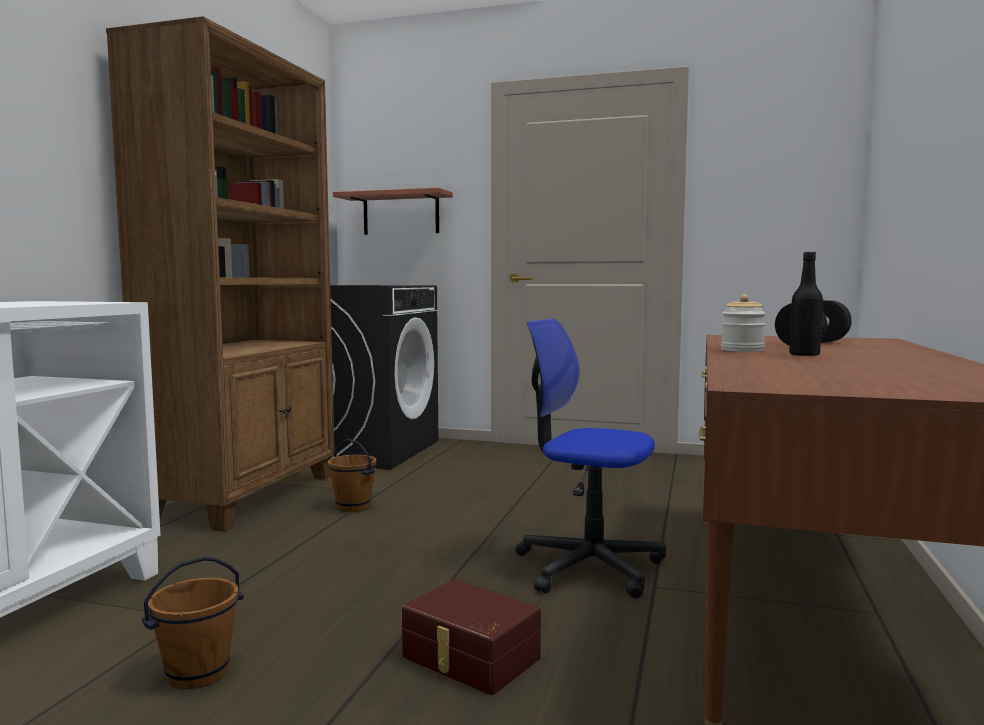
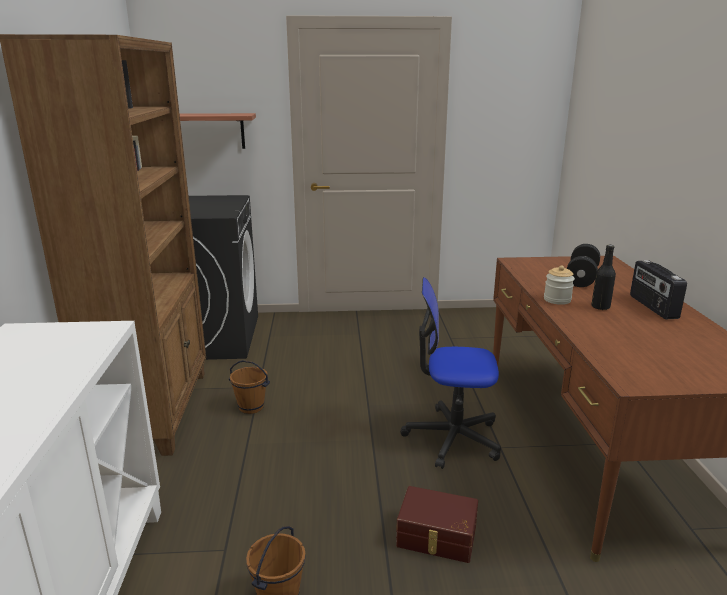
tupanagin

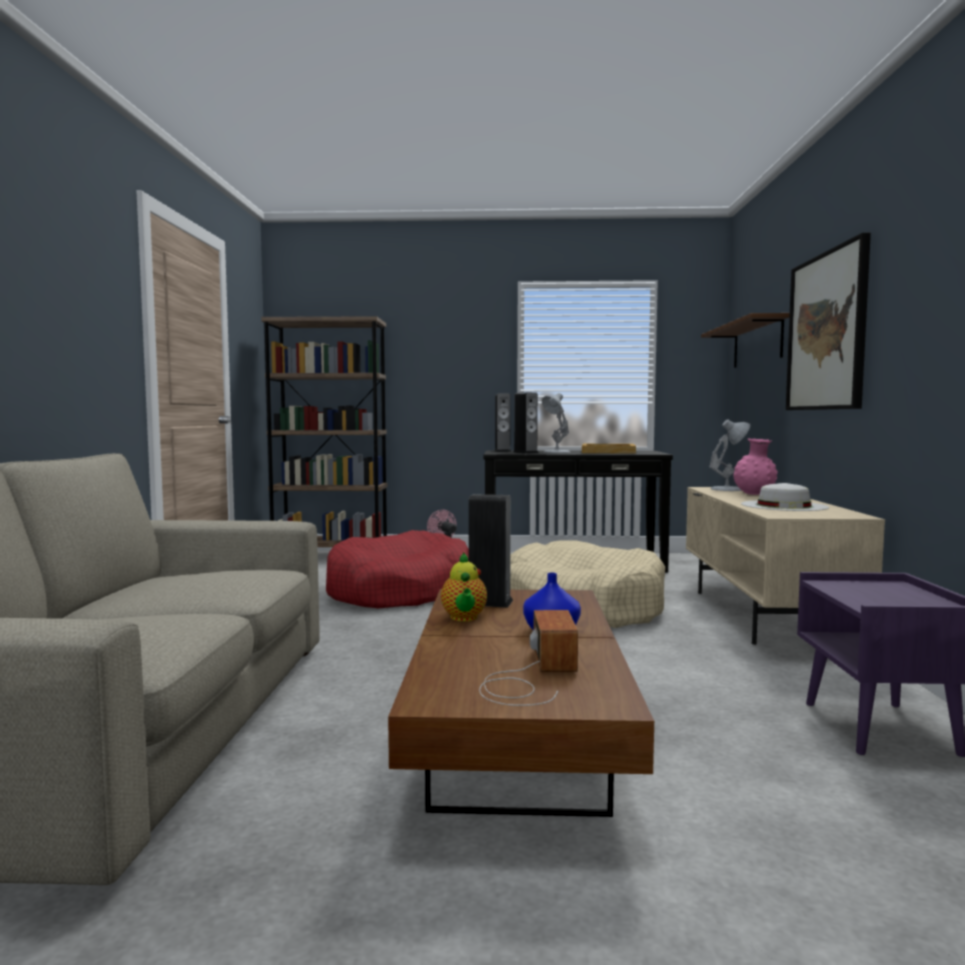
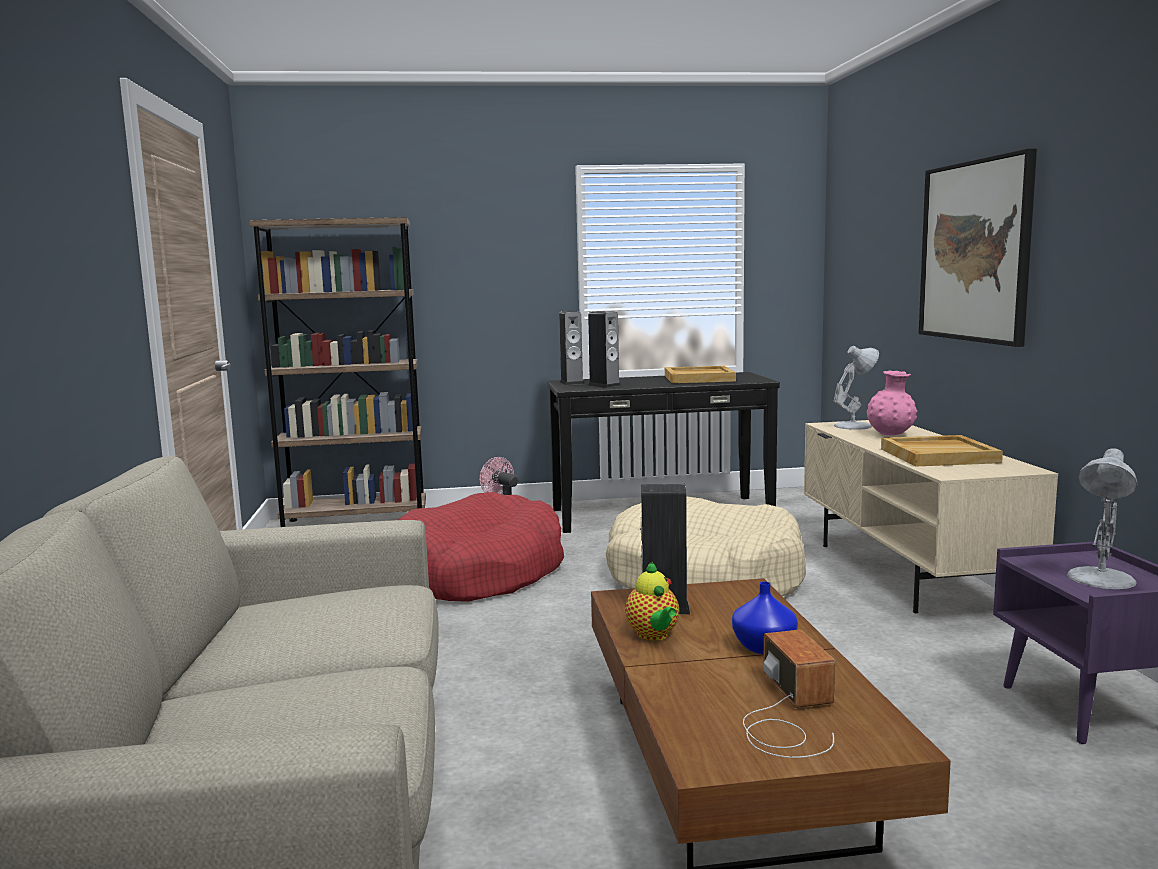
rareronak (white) (no. 2 from left); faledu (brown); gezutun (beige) (no. 2 from left)

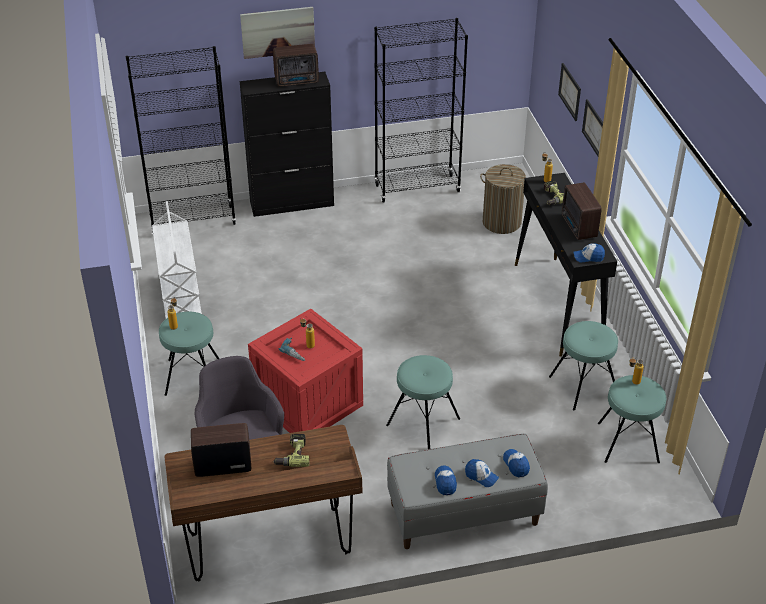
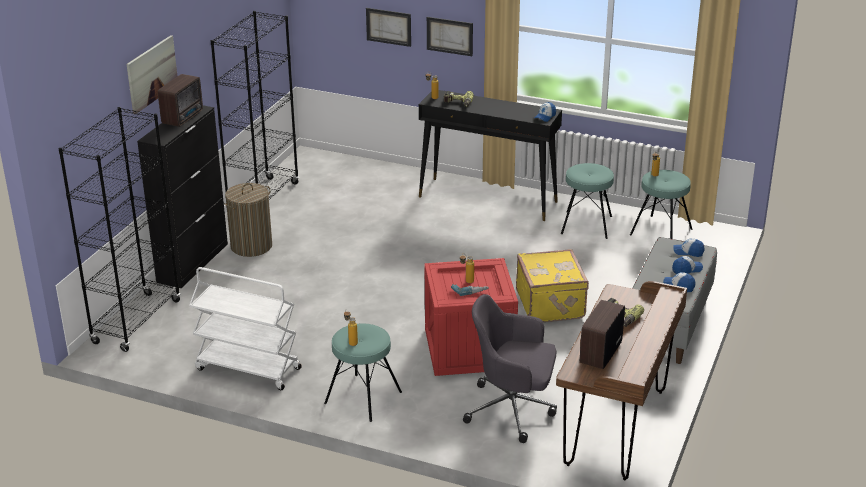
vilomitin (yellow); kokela; tupanagin (no. 3 from left in the first image)

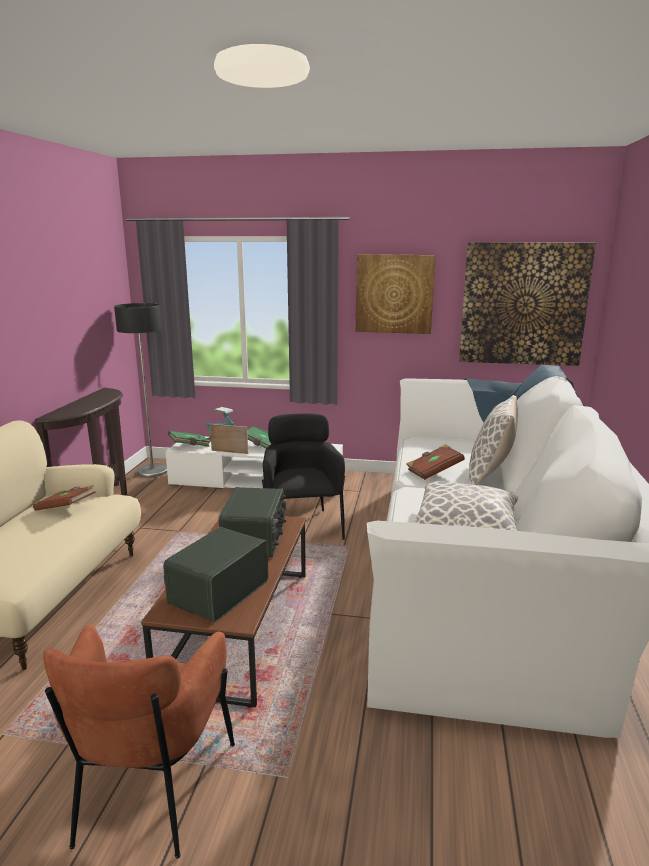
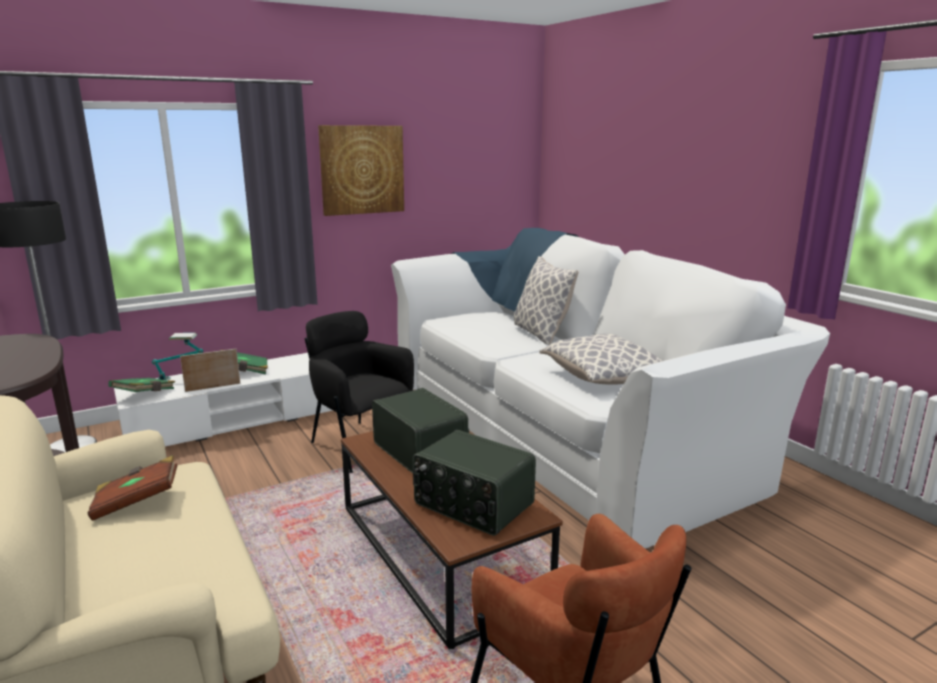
tupanagin (no. 2 from left); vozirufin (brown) (no. 2 from left in the first image); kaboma (no. 2 from left in the first image)

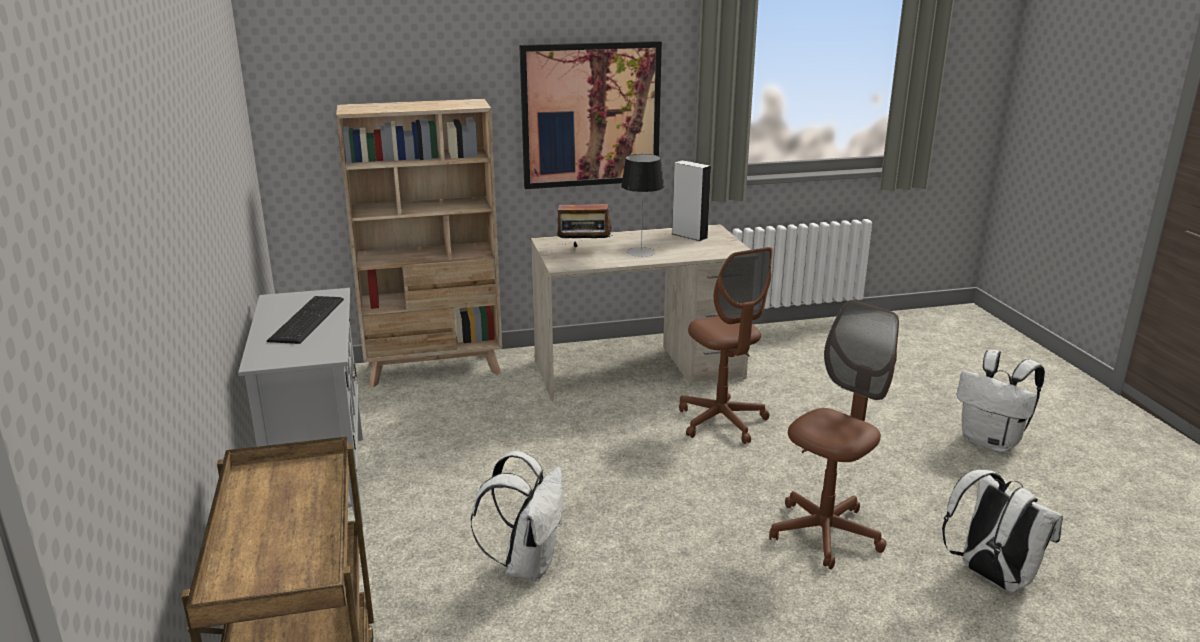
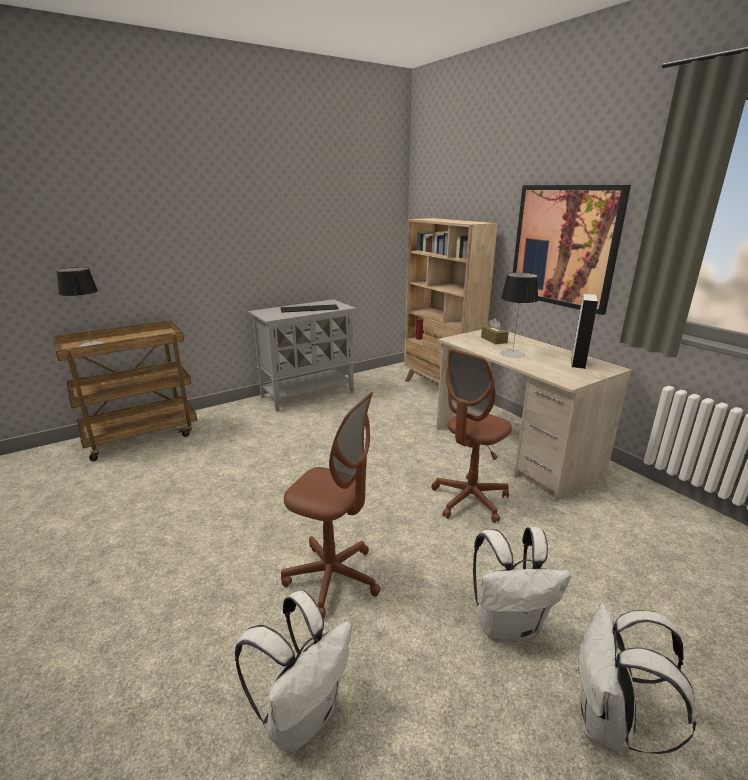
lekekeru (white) (no. 2 from left); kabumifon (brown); rareronak (no. 1 from left)

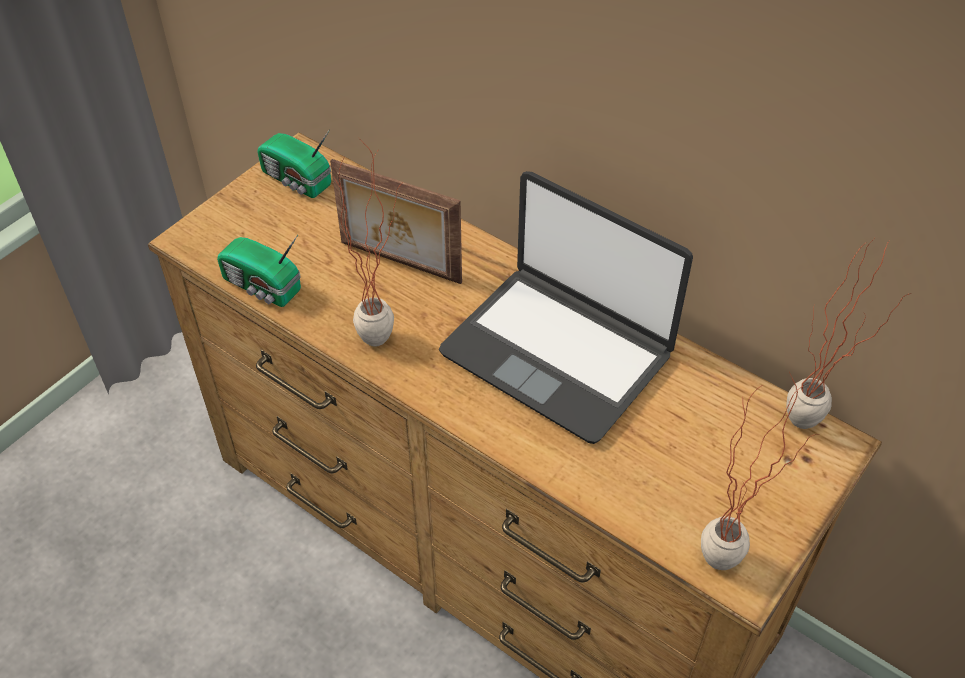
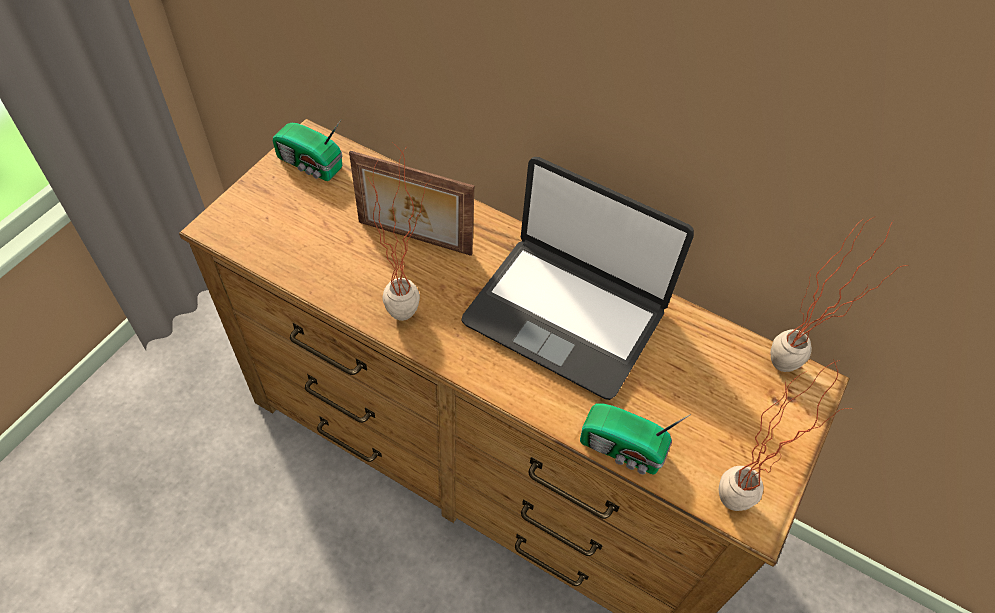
tupanagin (no. 2 from left)

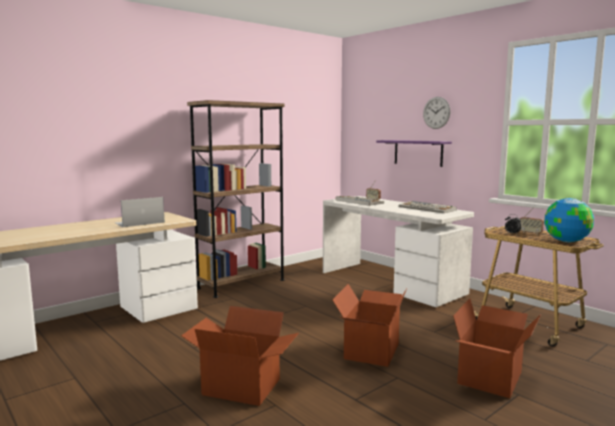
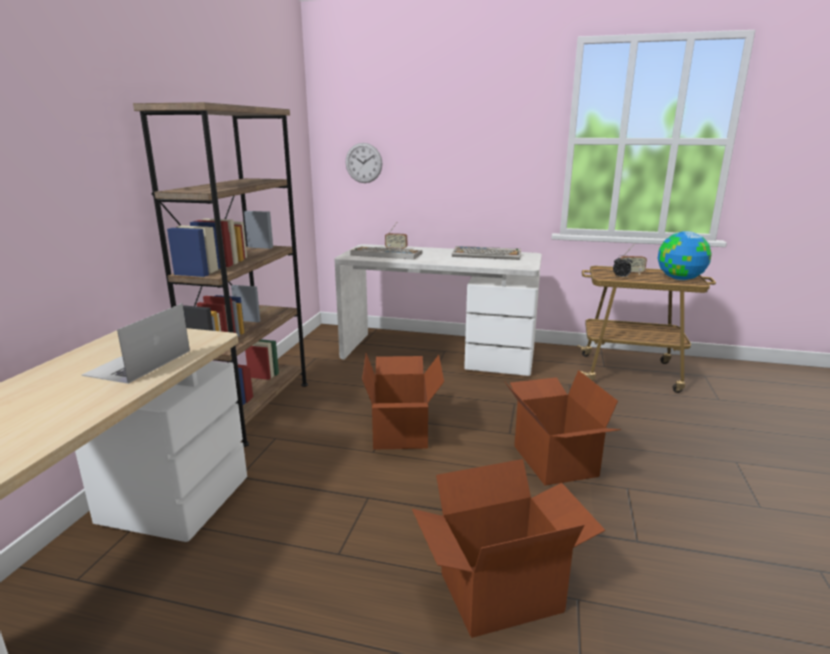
faledu (purple); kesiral; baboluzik (no. 1 from left)

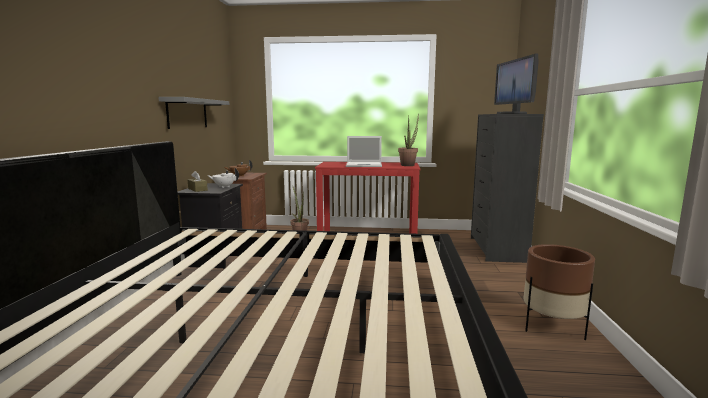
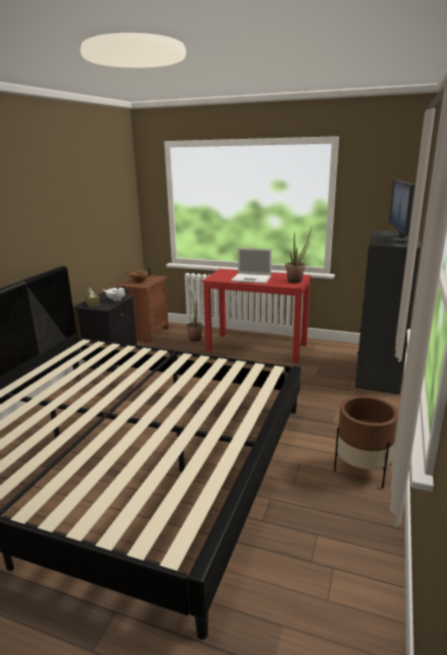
faledu (grey)

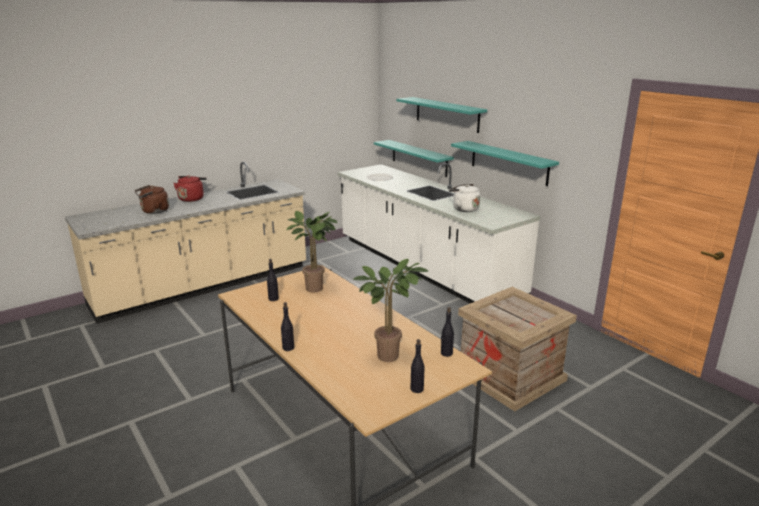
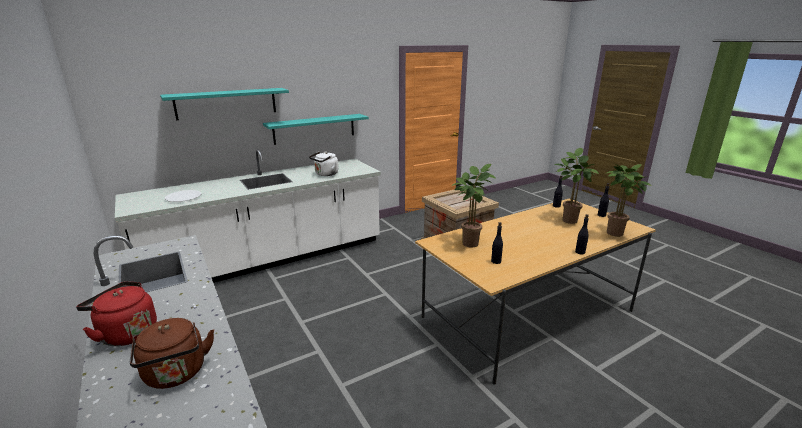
faledu (turquoise) (no. 1 from left in the first image); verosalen (no. 3 from left)

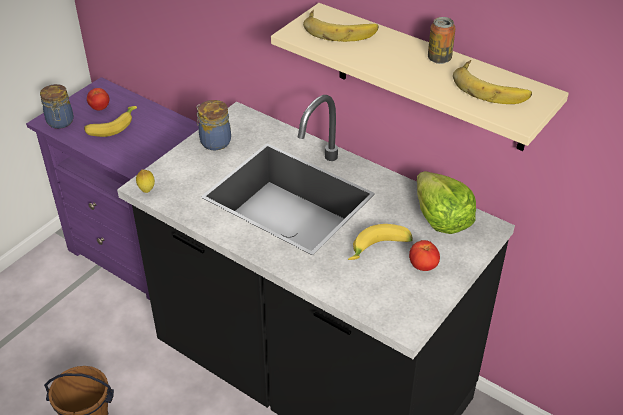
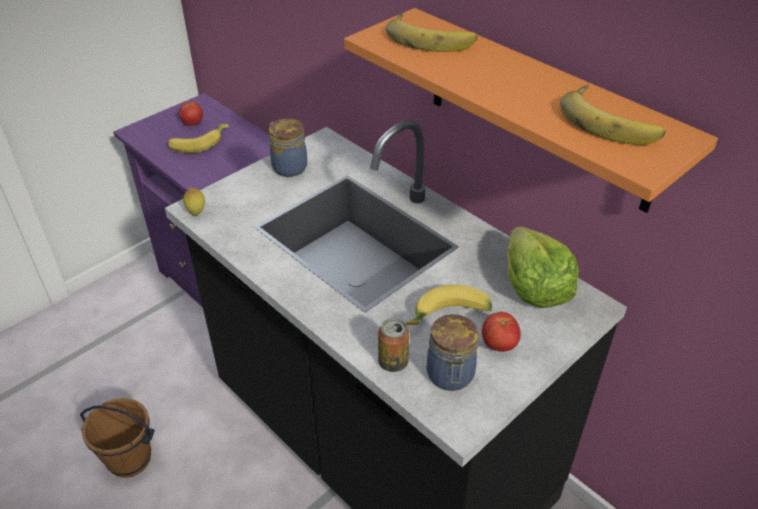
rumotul (no. 2 from left); faledu (orange); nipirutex

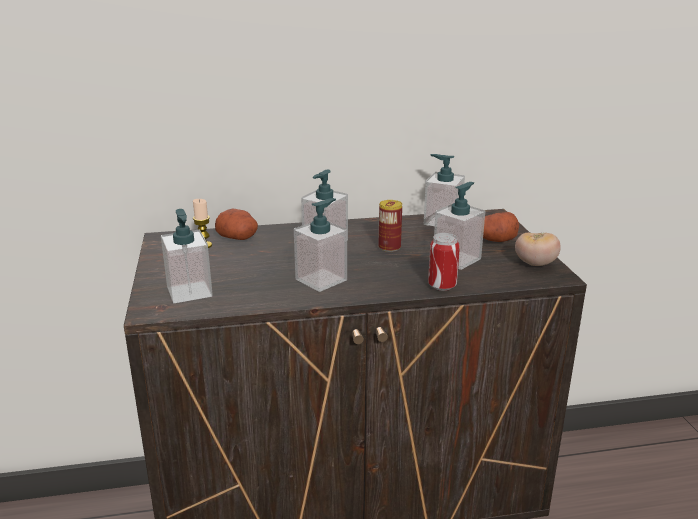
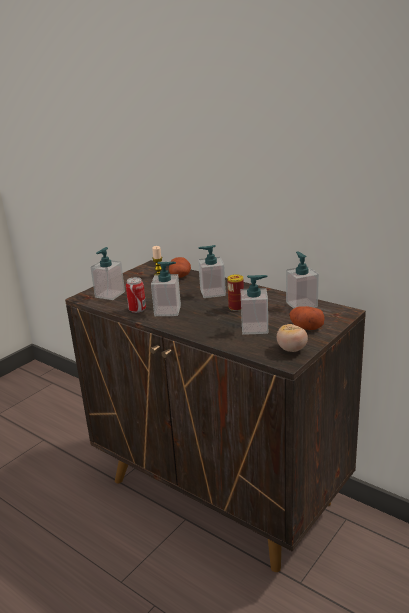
nipirutex (no. 1 from left)

